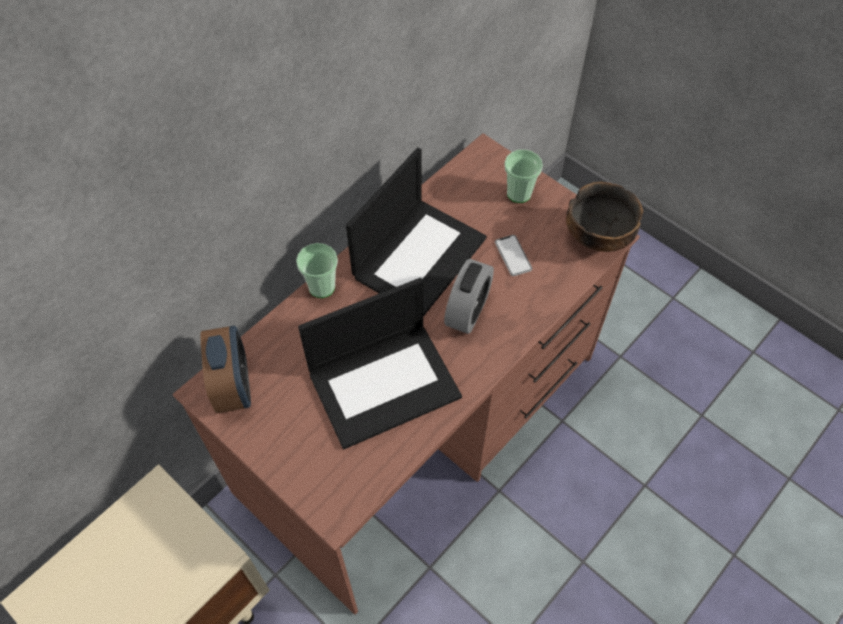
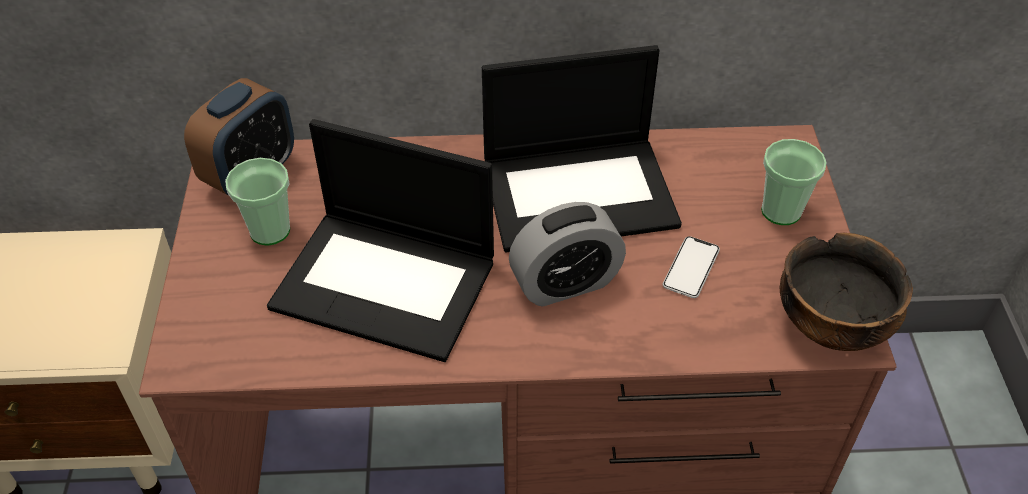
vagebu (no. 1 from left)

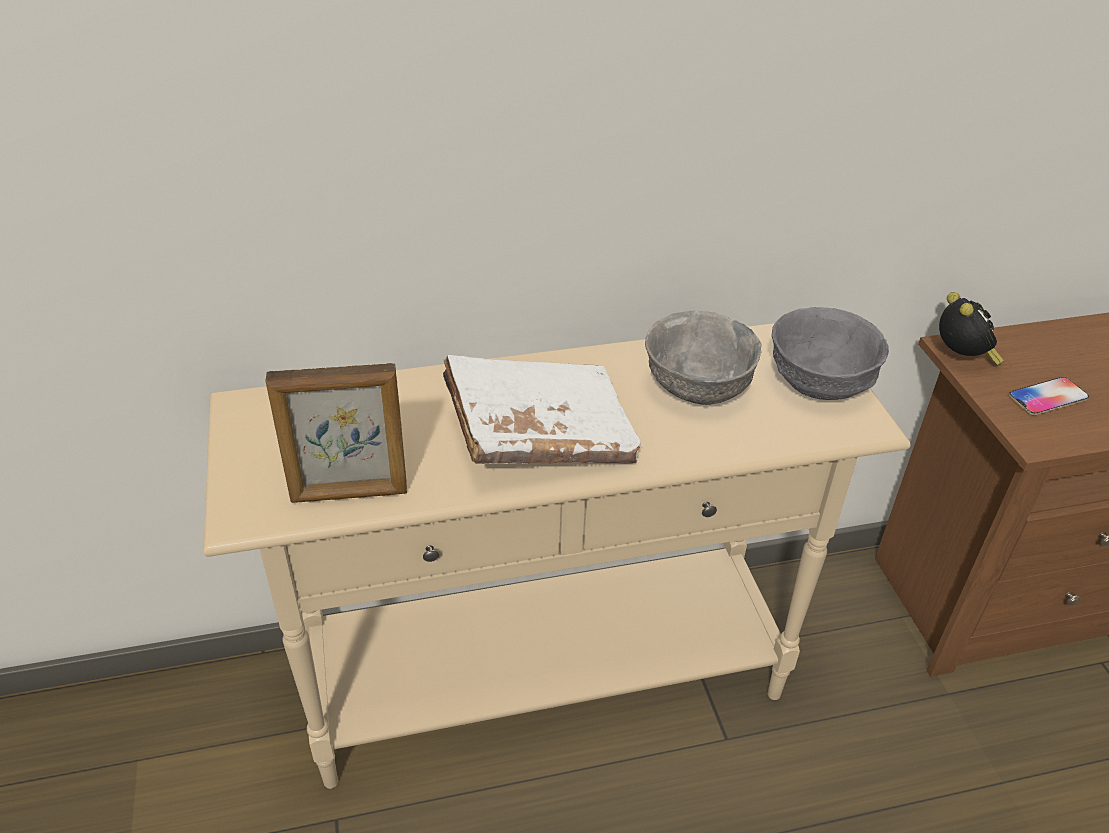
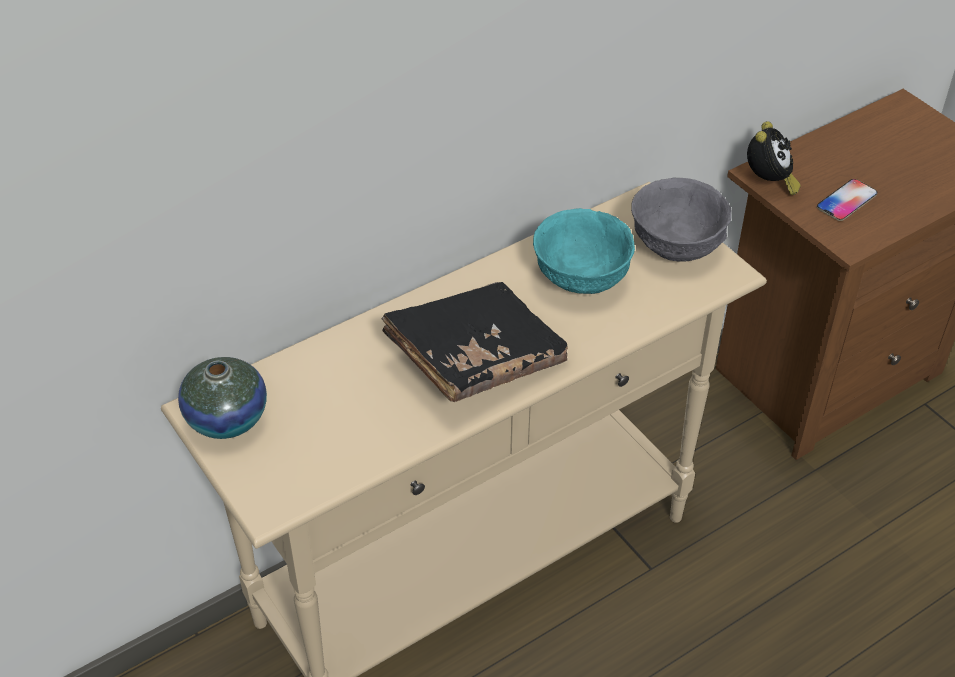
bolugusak; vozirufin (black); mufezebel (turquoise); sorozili; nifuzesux

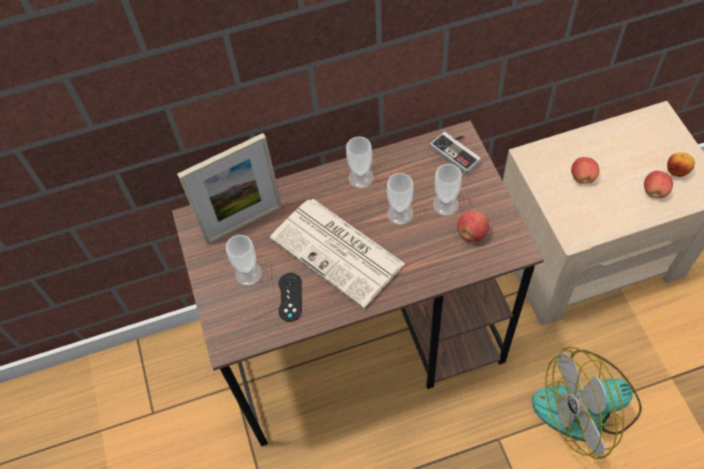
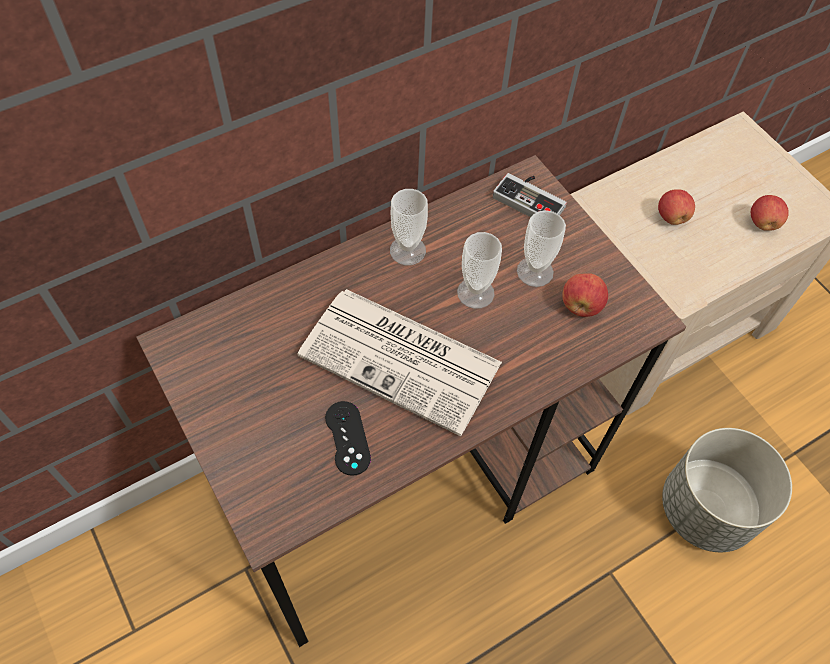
bolugusak; vagebu (no. 1 from left in the first image); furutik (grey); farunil (no. 4 from left in the first image)

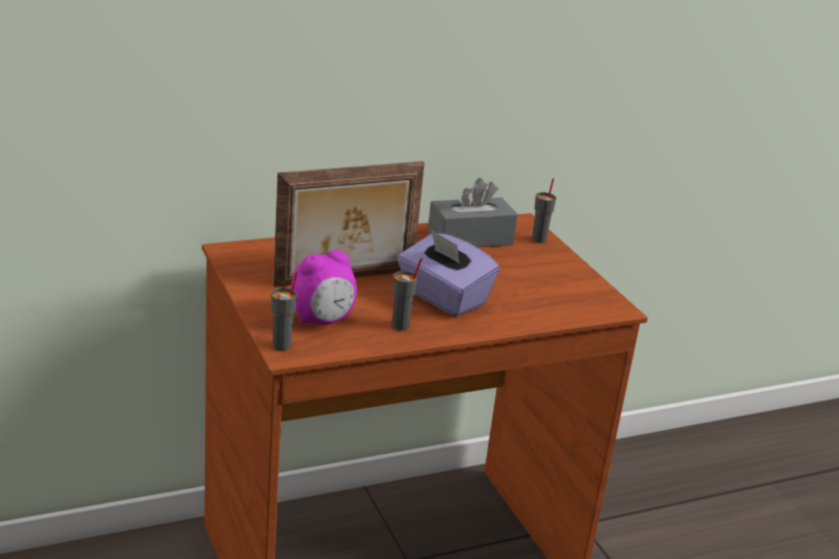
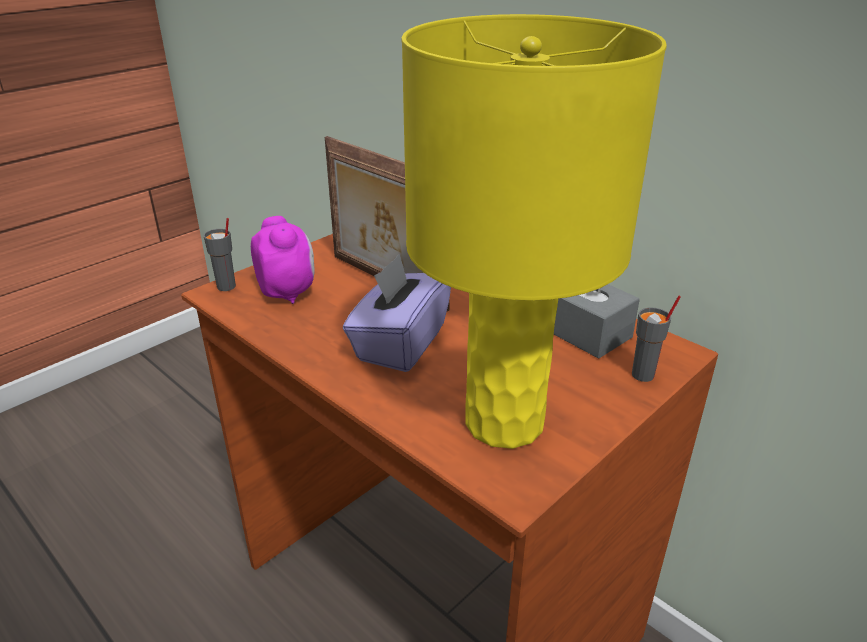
sorozili; vagebu (grey) (no. 2 from left in the first image); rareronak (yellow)

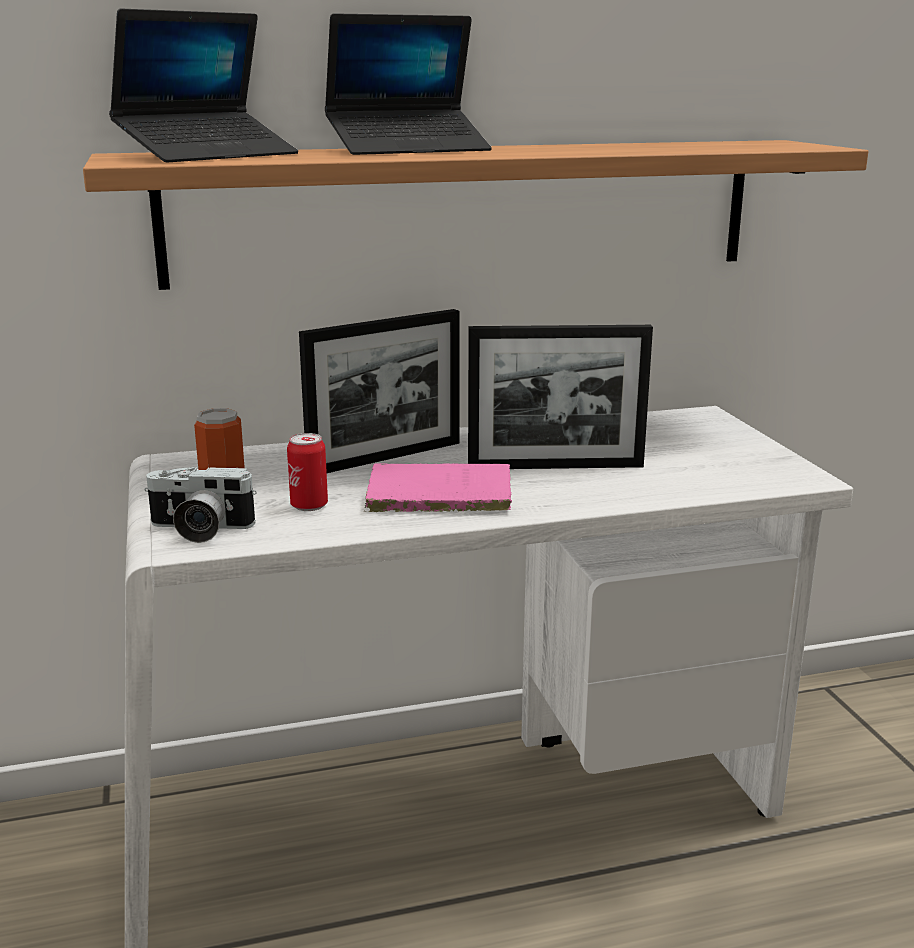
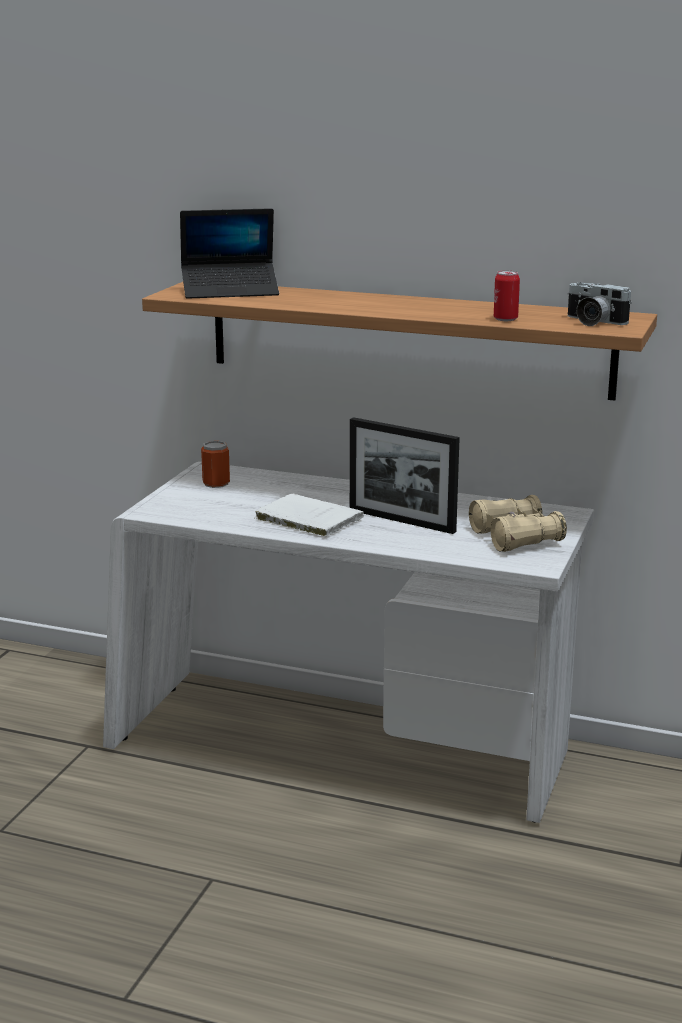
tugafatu; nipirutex (no. 2 from left); bolugusak (no. 1 from left in the first image); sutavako (no. 2 from left in the first image); vozirufin (white); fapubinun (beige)

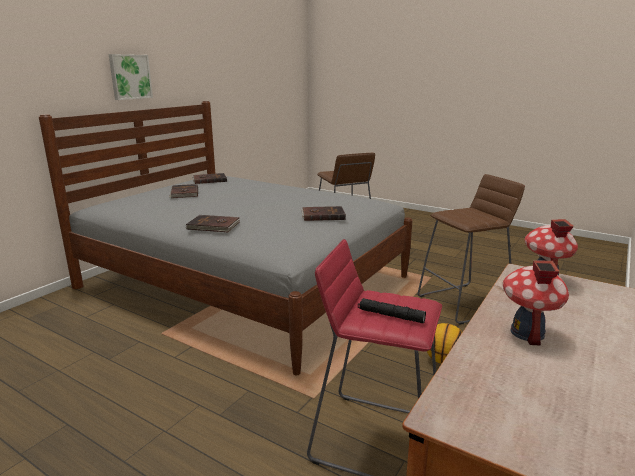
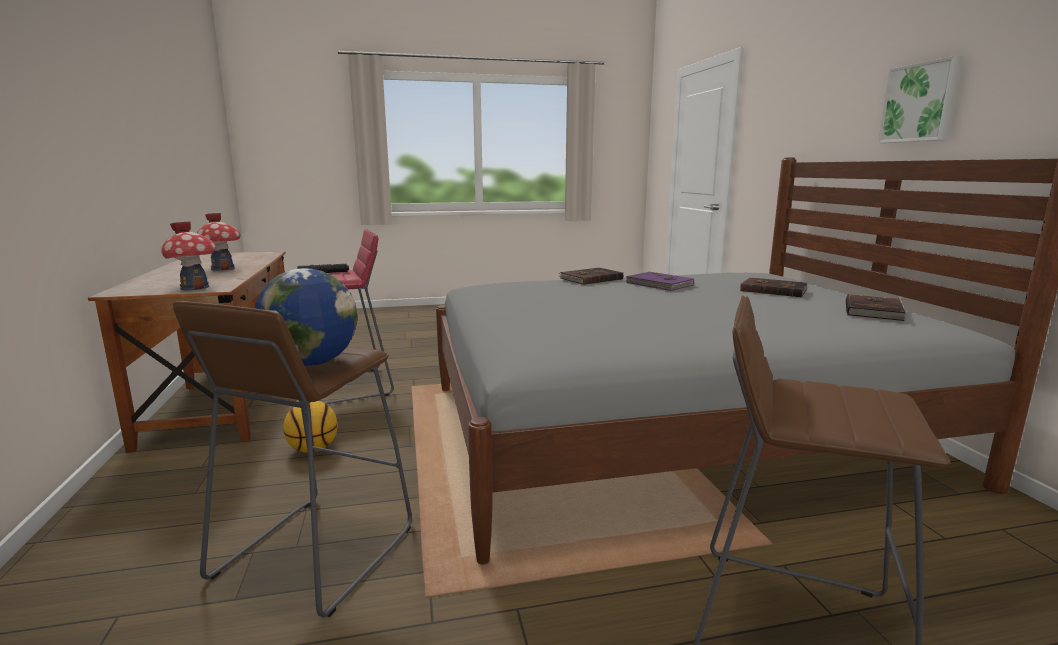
vozirufin (brown) (no. 4 from left in the first image); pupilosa; vozirufin (purple)

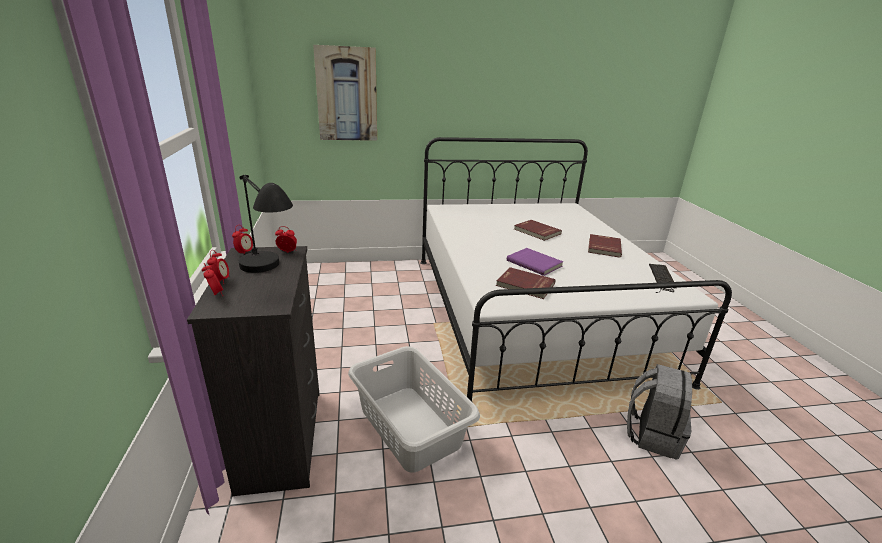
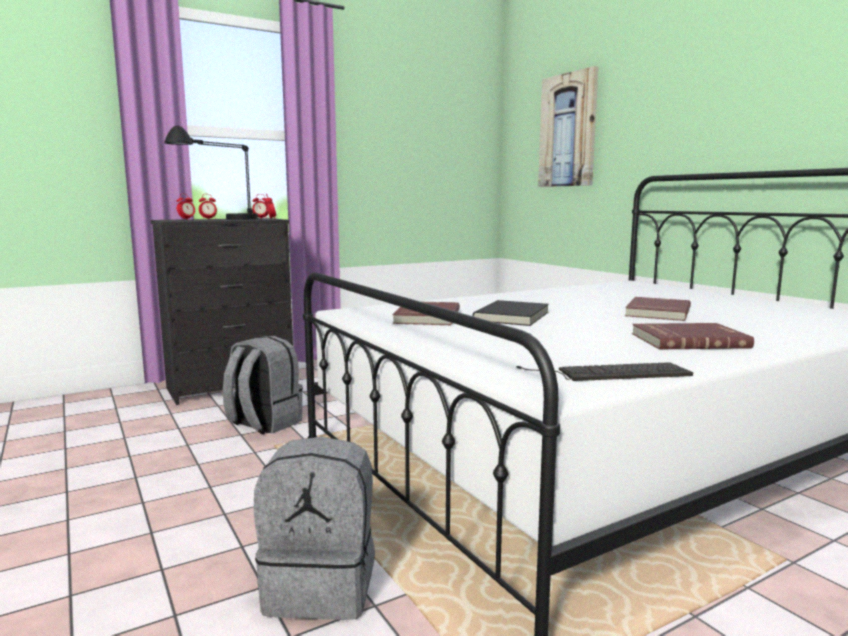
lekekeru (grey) (no. 1 from left); vozirufin (black)

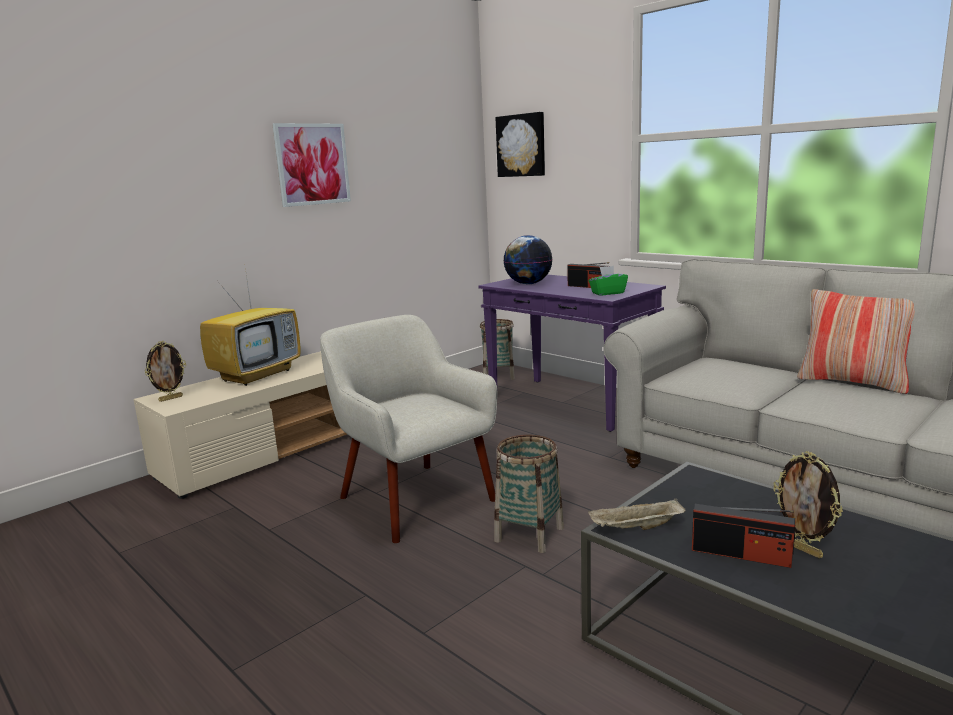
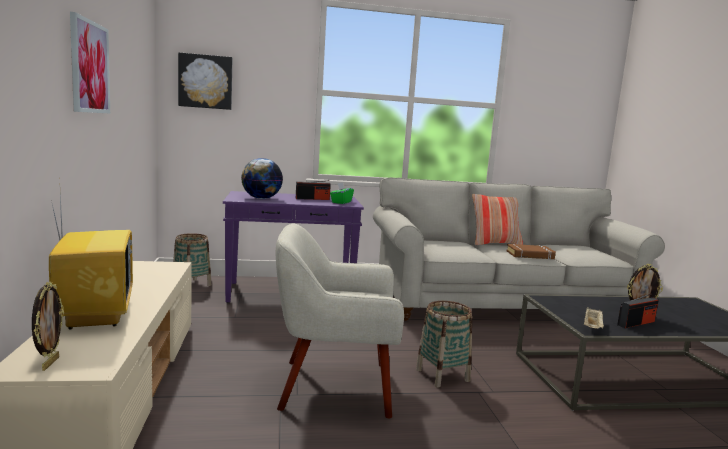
vozirufin (brown)

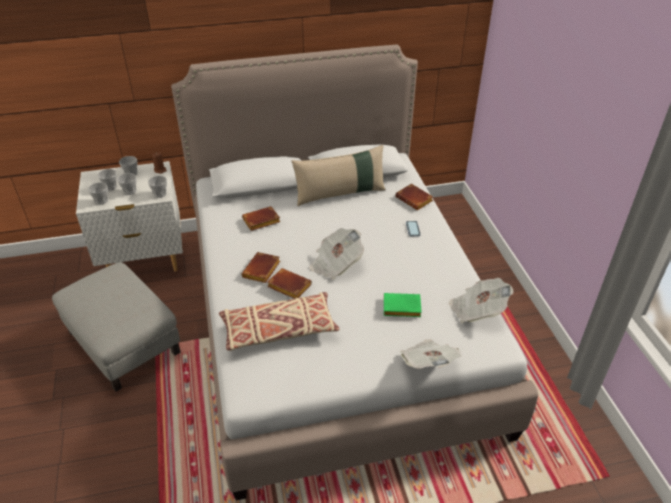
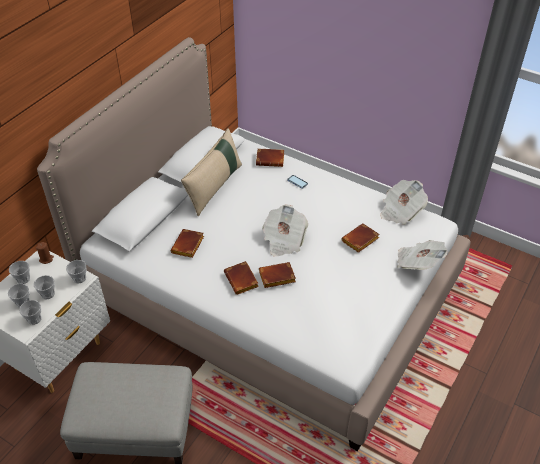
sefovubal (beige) (no. 1 from left in the first image); vozirufin (brown) (no. 5 from left)

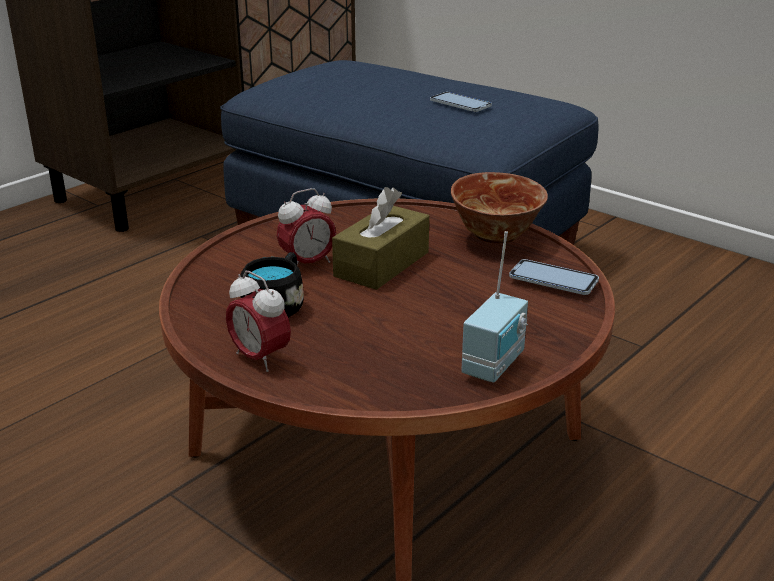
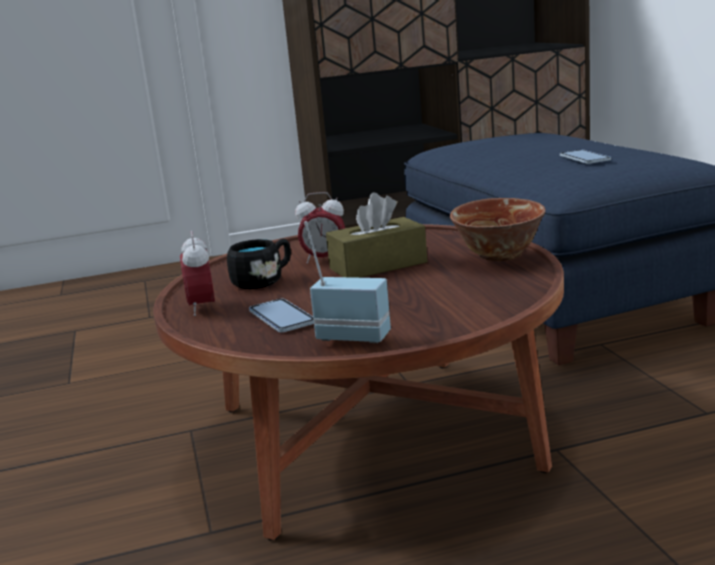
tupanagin; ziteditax (no. 1 from left)

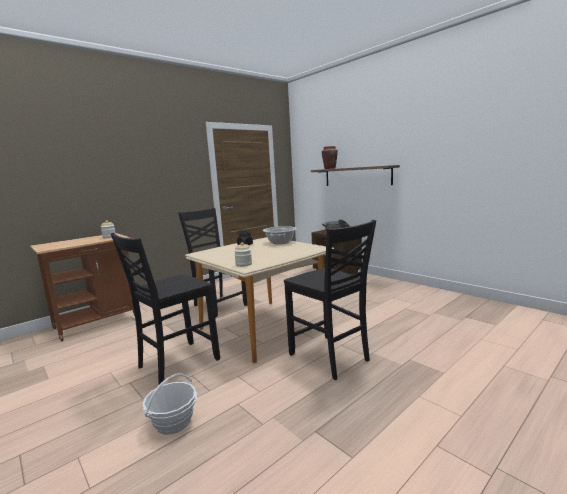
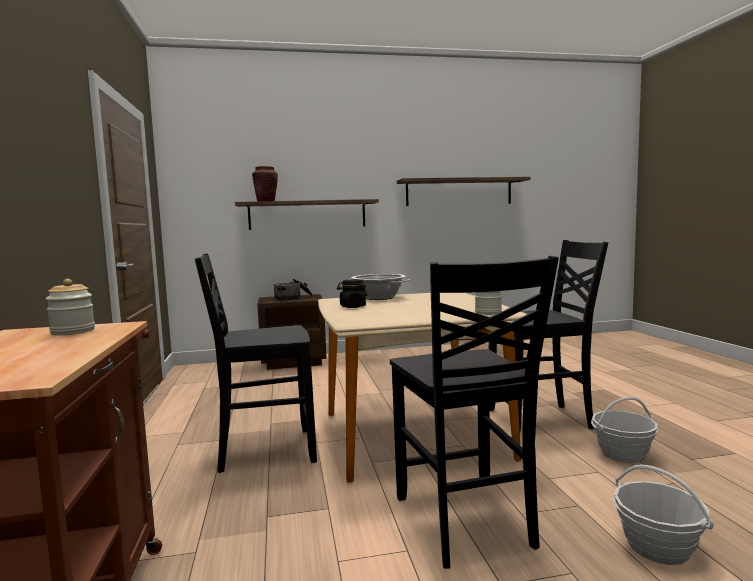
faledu (no. 2 from left); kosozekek (no. 1 from left)

